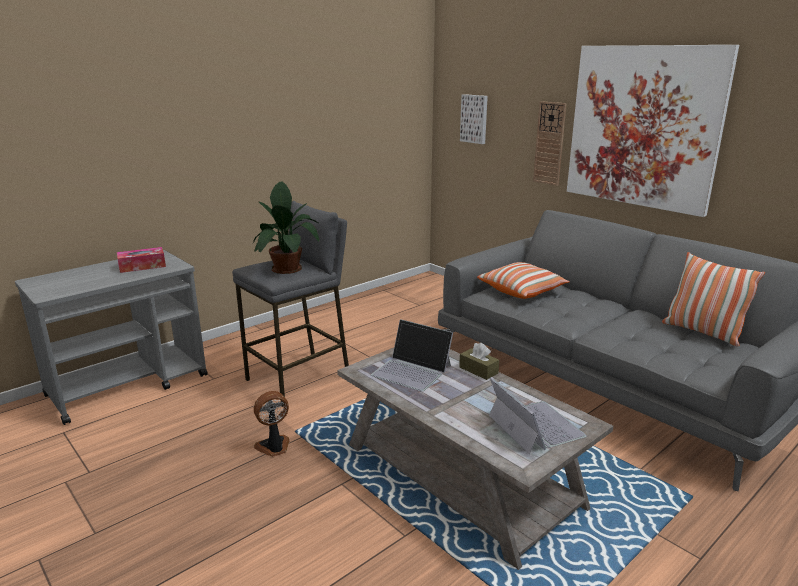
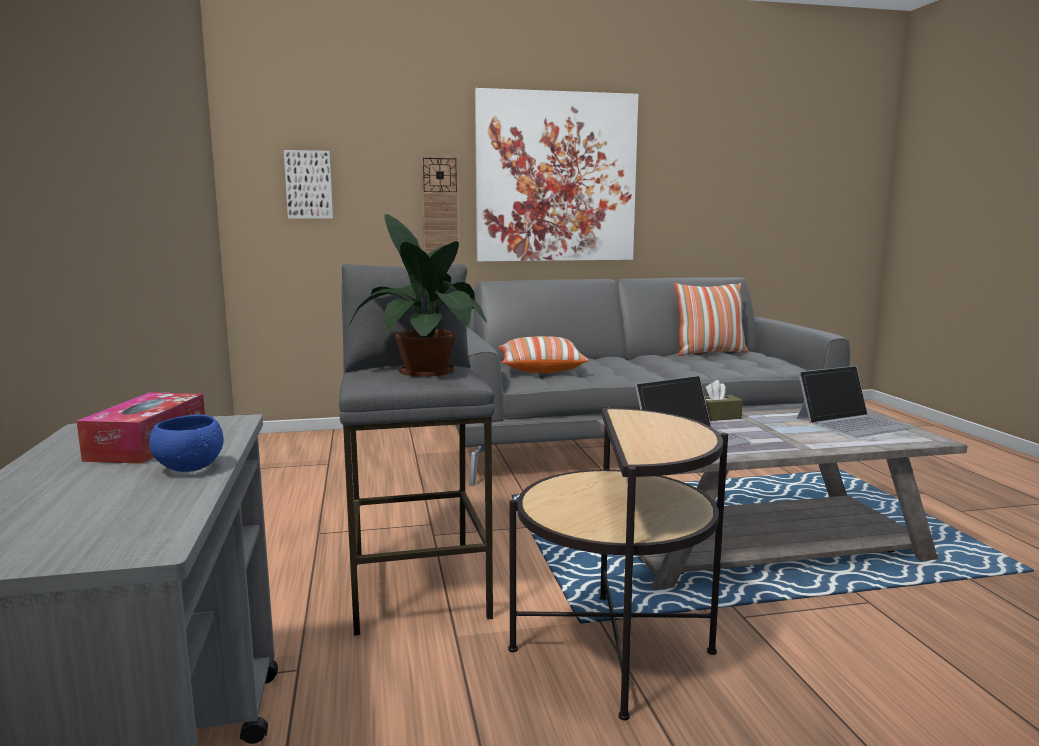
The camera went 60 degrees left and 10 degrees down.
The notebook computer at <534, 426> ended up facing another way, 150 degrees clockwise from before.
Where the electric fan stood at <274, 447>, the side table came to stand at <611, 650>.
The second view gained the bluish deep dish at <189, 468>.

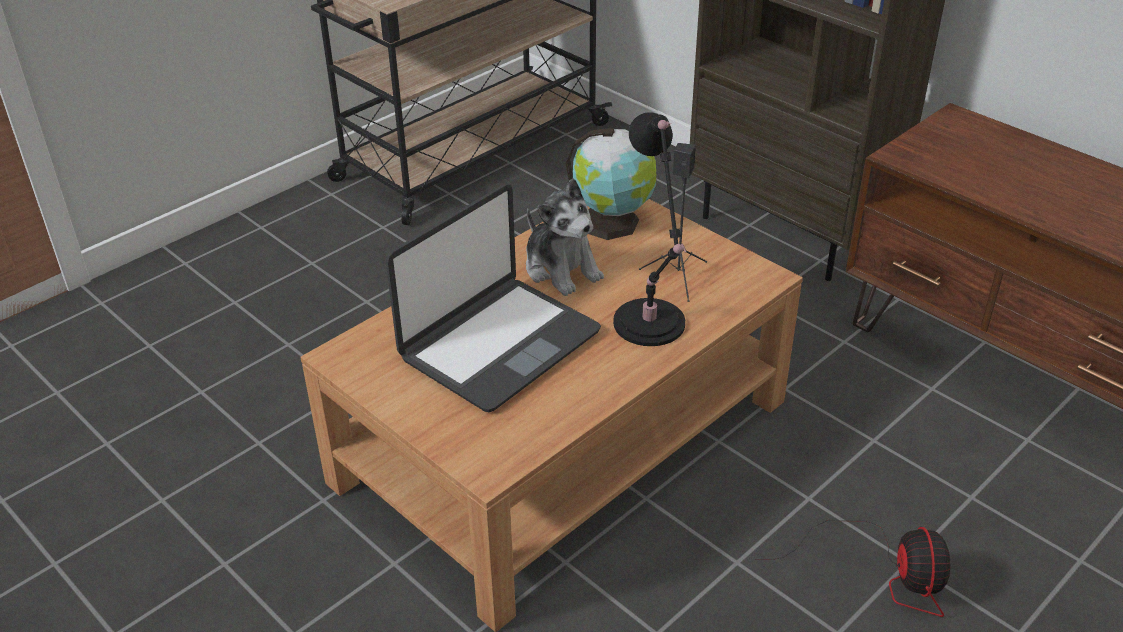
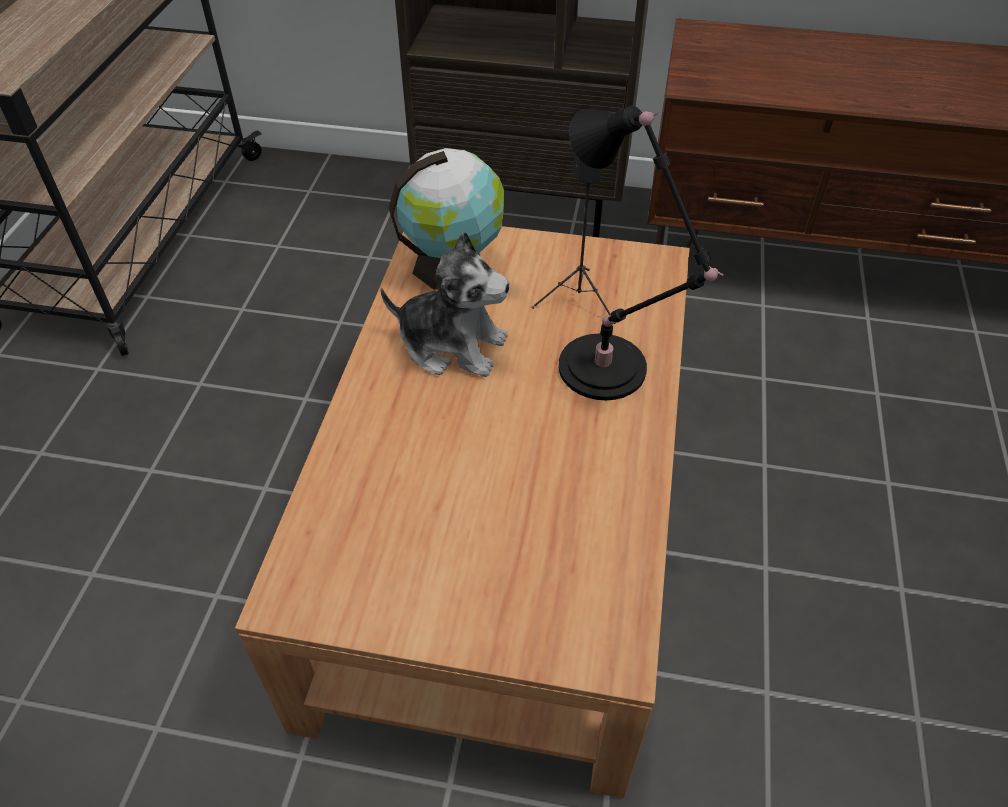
The camera went 35 degrees left and 10 degrees up.
The second view lost the notebook computer at <498, 344>.
The second view lost the electric fan at <884, 573>.

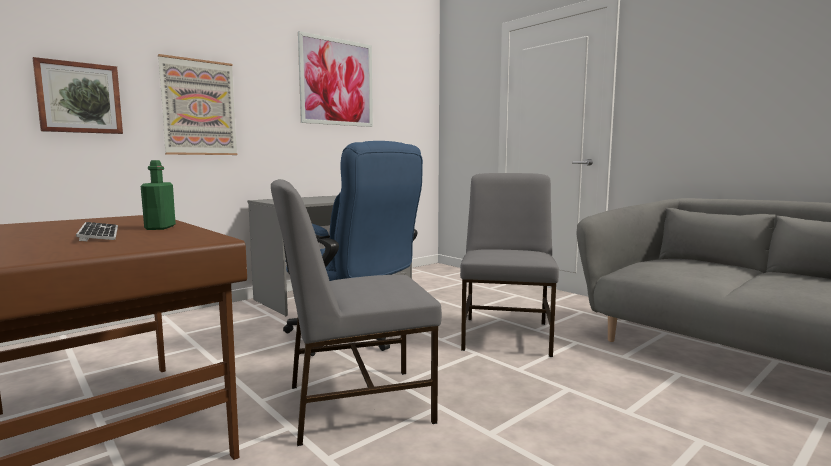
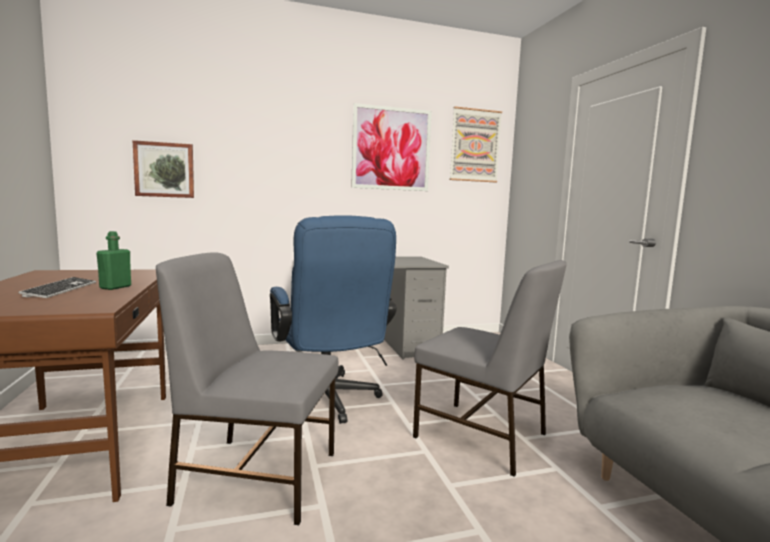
The camera went 25 degrees right and 0 degrees up.
The wall picture ended up elsewhere, having gone from <199, 108> to <475, 145>.
The gray plain chair at <507, 335> ended up facing another way, 90 degrees clockwise from before.

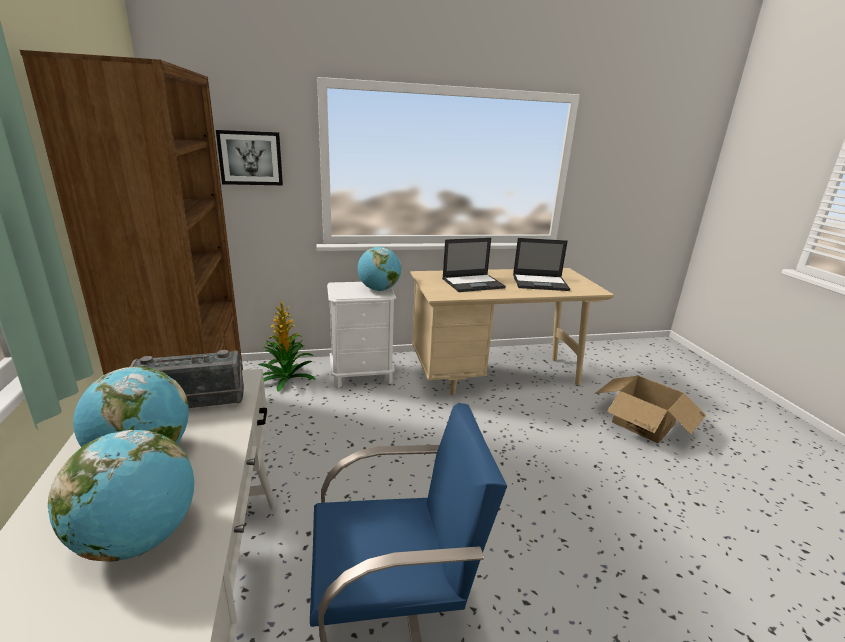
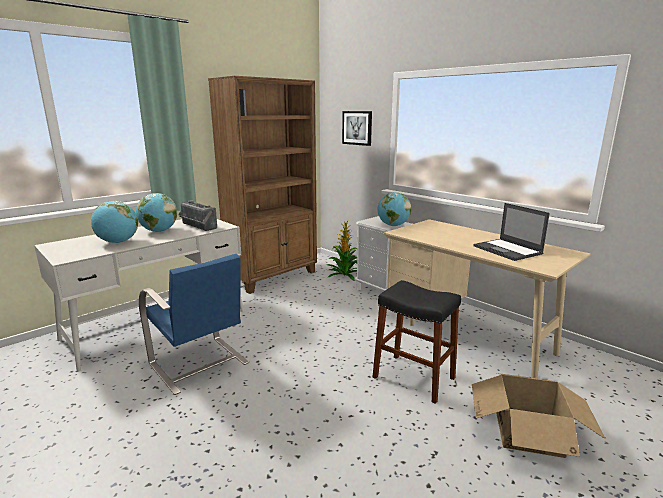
The camera went 60 degrees right and 5 degrees down.
The second view lost the notebook computer at <473, 283>.
The second view gained the blackish stool at <413, 377>.

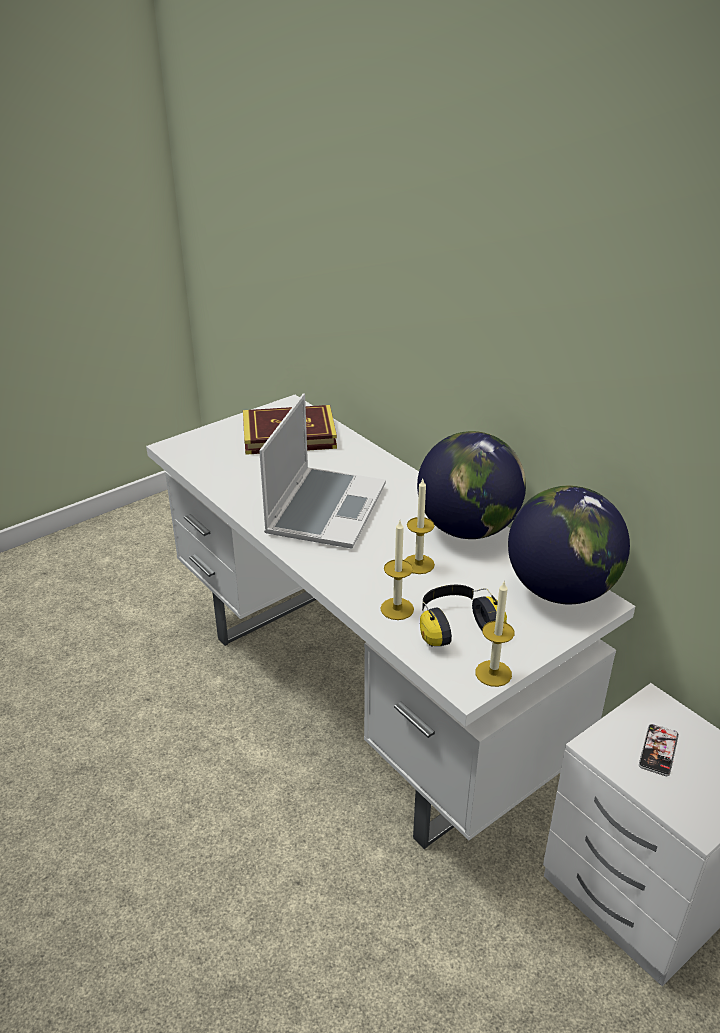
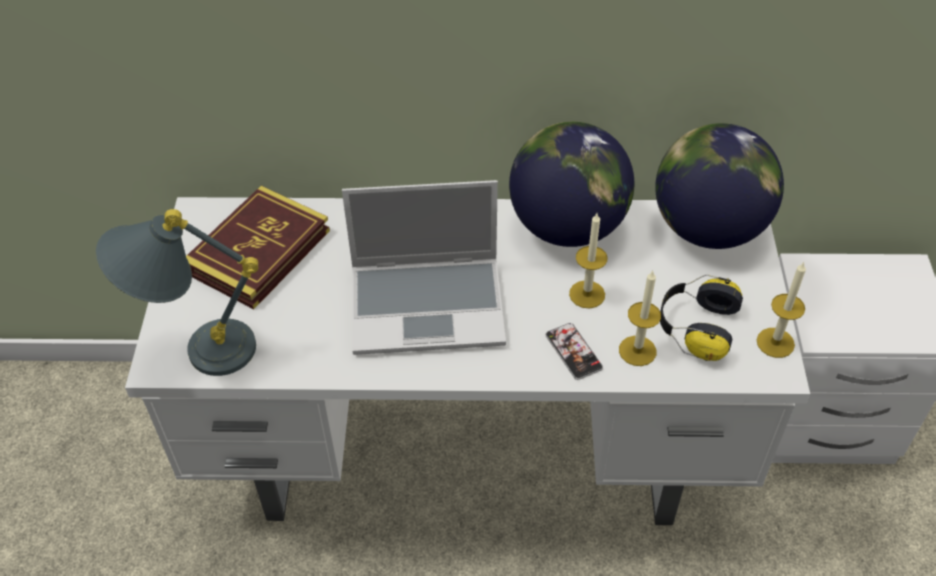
The camera went 50 degrees left and 15 degrees up.
The notebook computer at <325, 508> ended up facing another way, 120 degrees clockwise from before.
The handset ended up elsewhere, having gone from <658, 750> to <573, 352>.
The second view gained the gray table lamp at <196, 351>.

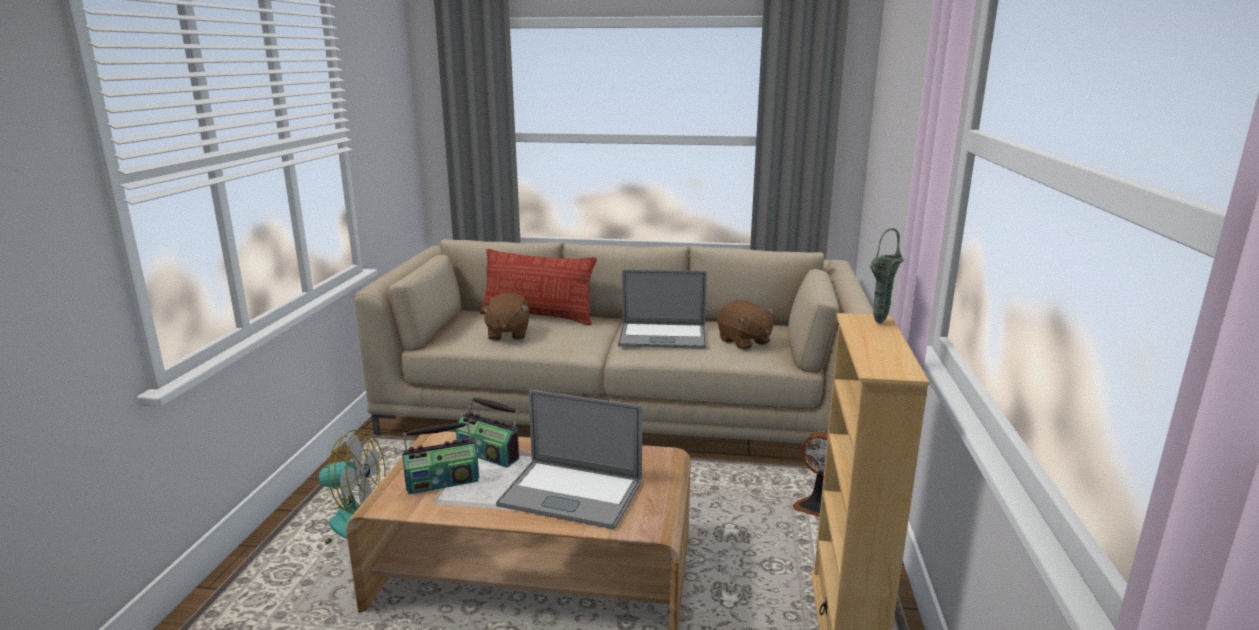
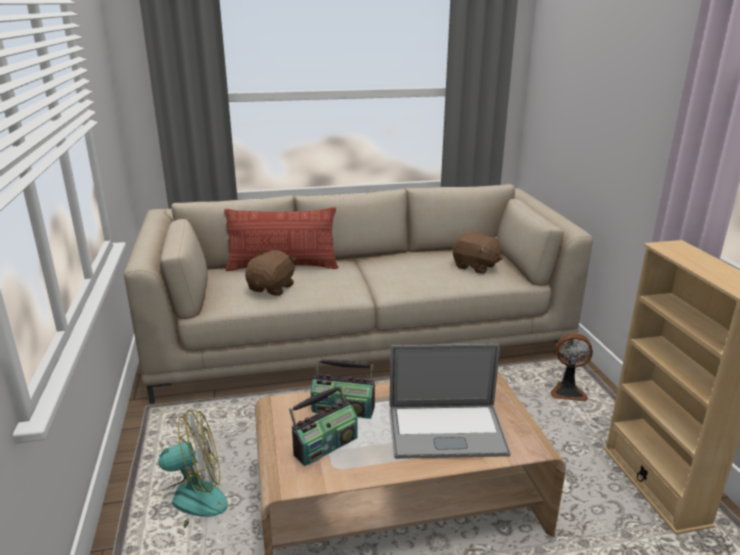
The camera went 20 degrees left and 5 degrees up.
The second view lost the green flower vase at <878, 323>.
The second view lost the notebook computer at <662, 336>.
The brownish soft toy at <507, 334> ended up facing another way, 135 degrees counterclockwise from before.

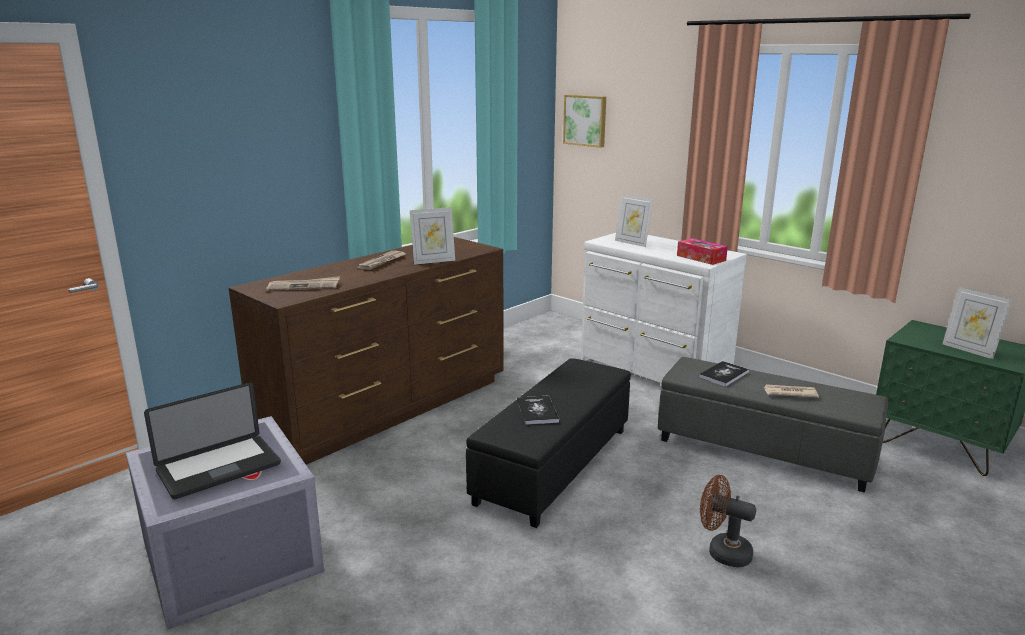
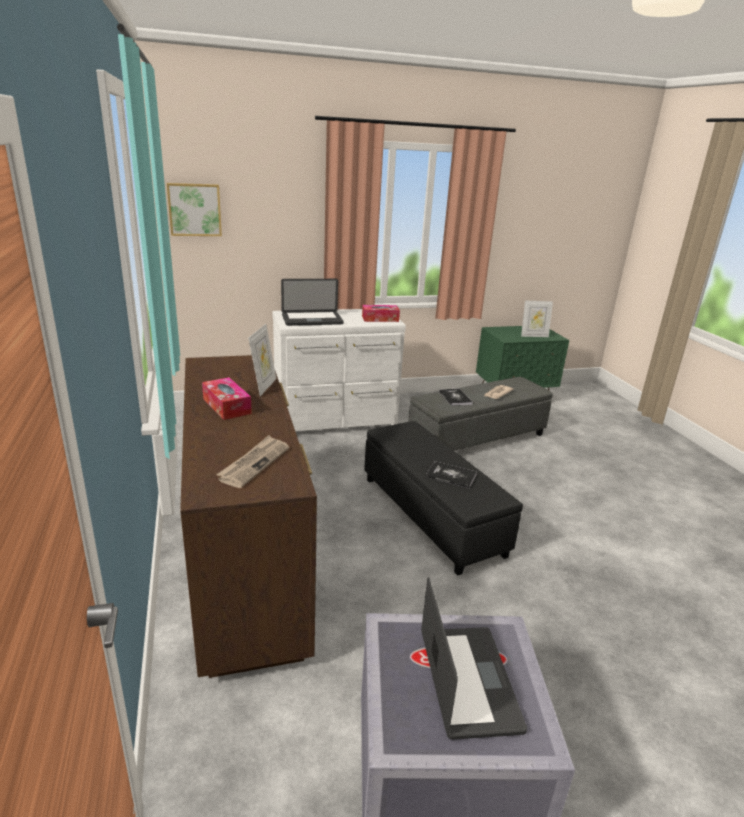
The camera went 60 degrees left and 5 degrees up.
Where the picture frame stood at <632, 243>, the notebook computer came to stand at <312, 320>.
Where the newspaper stood at <382, 262>, the box of tissues came to stand at <227, 406>.
The second view lost the brownish electric fan at <722, 552>.

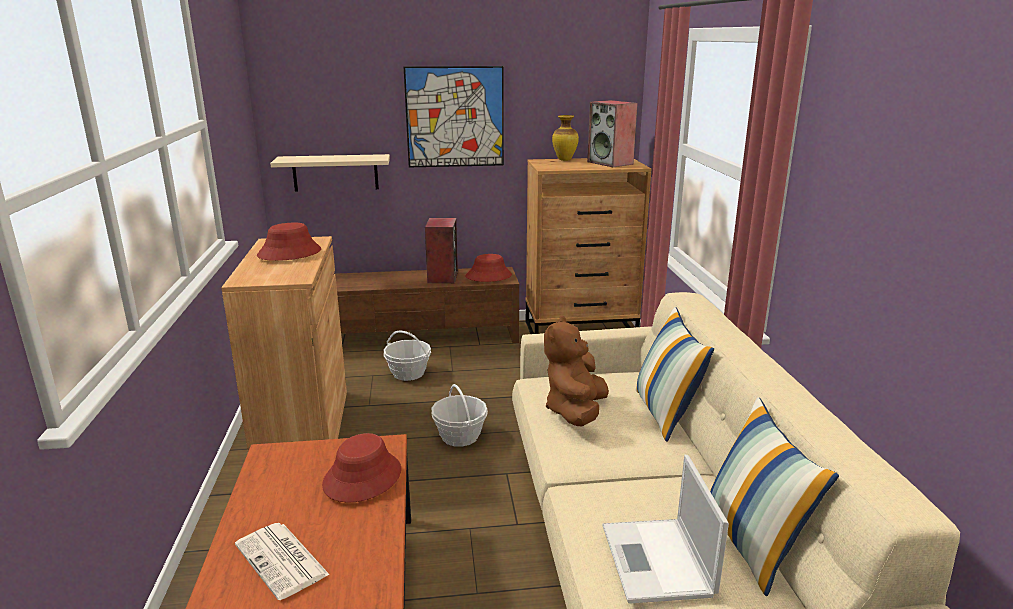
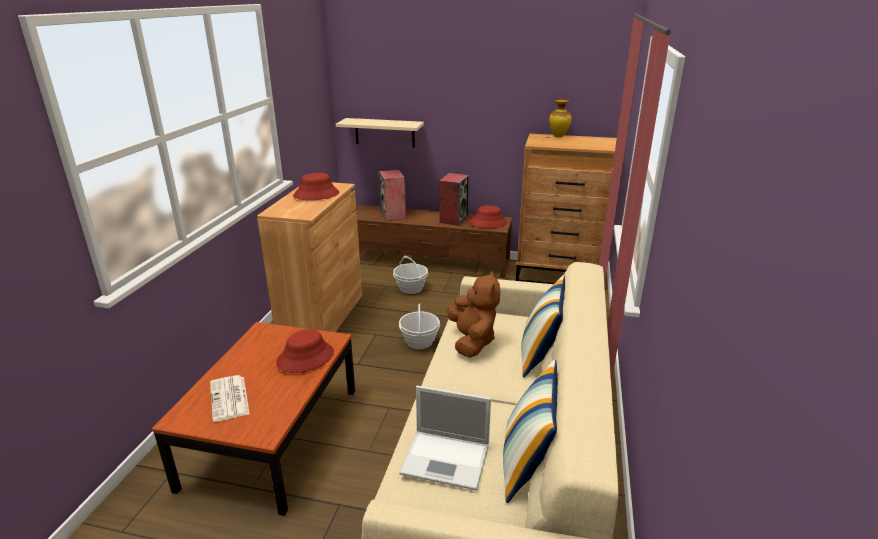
The camera went 20 degrees right and 5 degrees up.
The second view lost the wall picture at <455, 117>.
The audio speaker ended up elsewhere, having gone from <611, 163> to <393, 215>.
The brownish soft toy at <575, 412> ended up facing another way, 135 degrees clockwise from before.
The notebook computer at <658, 562> ended up facing another way, 90 degrees counterclockwise from before.

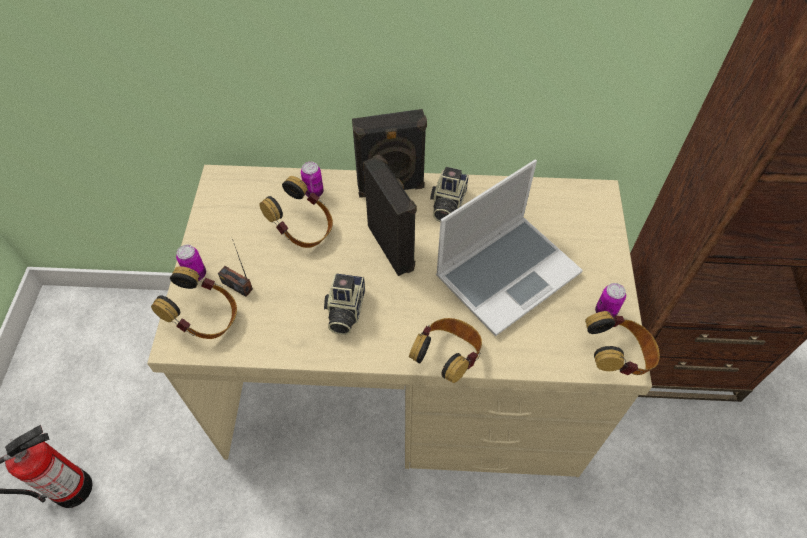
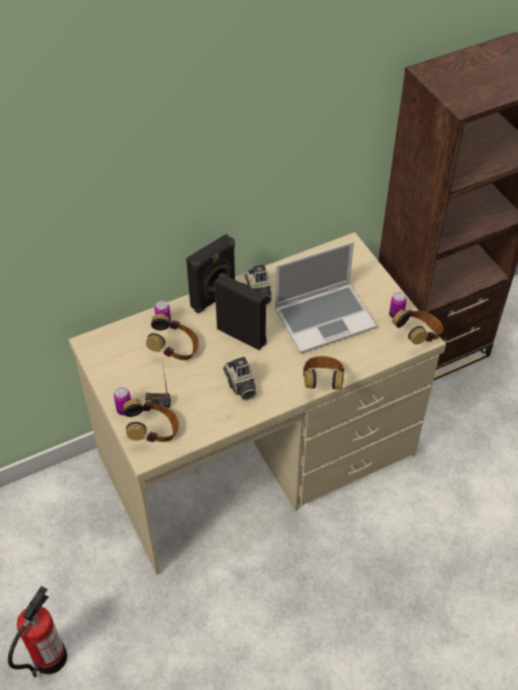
The camera went 30 degrees left and 5 degrees down.
The notebook computer at <507, 273> ended up facing another way, 45 degrees clockwise from before.

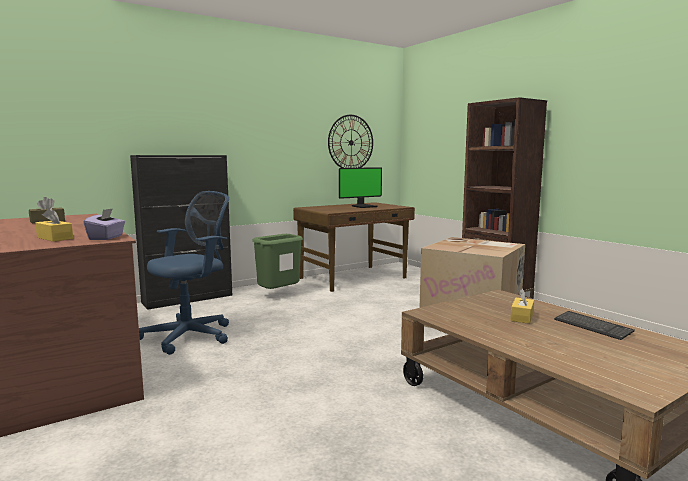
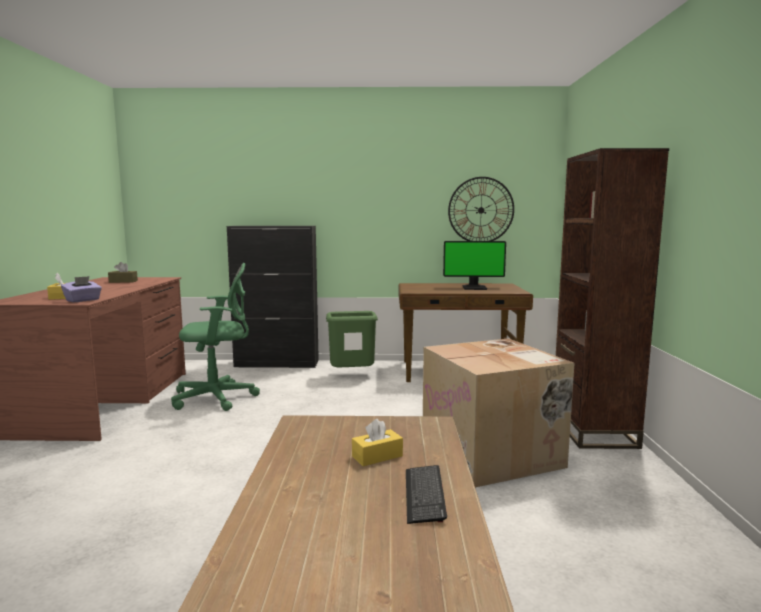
The camera went 35 degrees right and 0 degrees up.
What was the bluish computer chair at <191, 336> turned into the green computer chair at <218, 398>.

